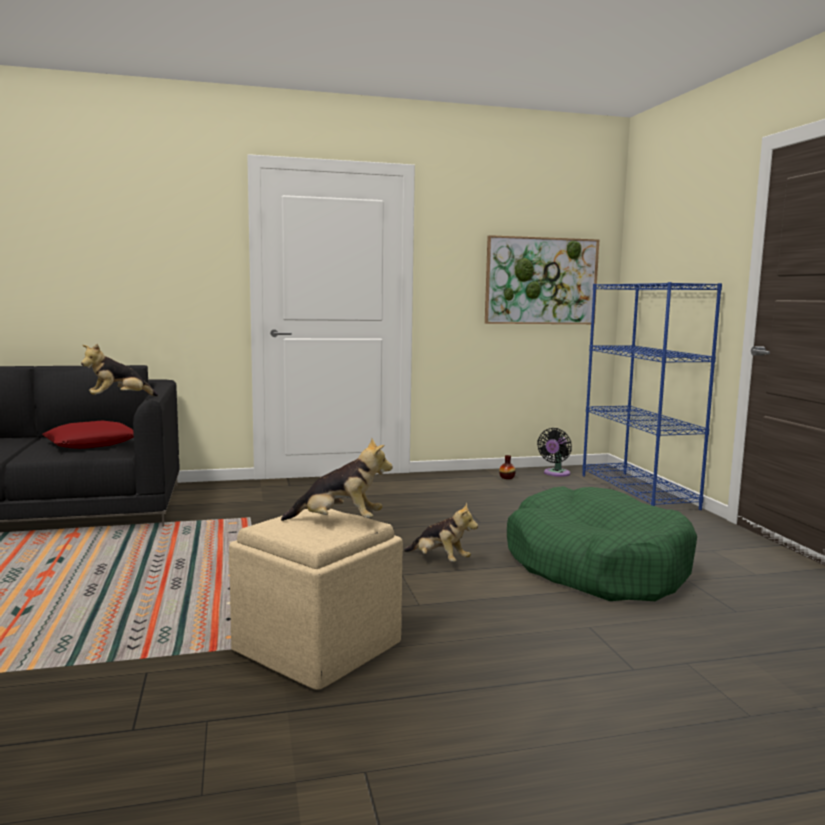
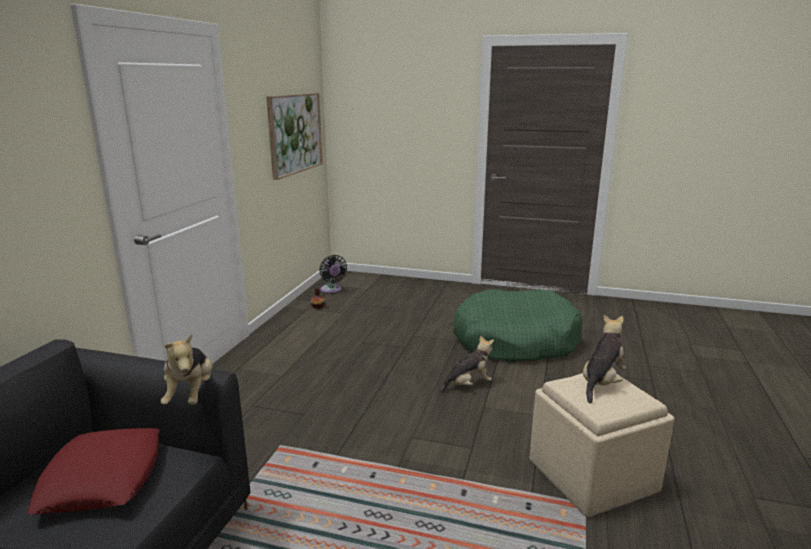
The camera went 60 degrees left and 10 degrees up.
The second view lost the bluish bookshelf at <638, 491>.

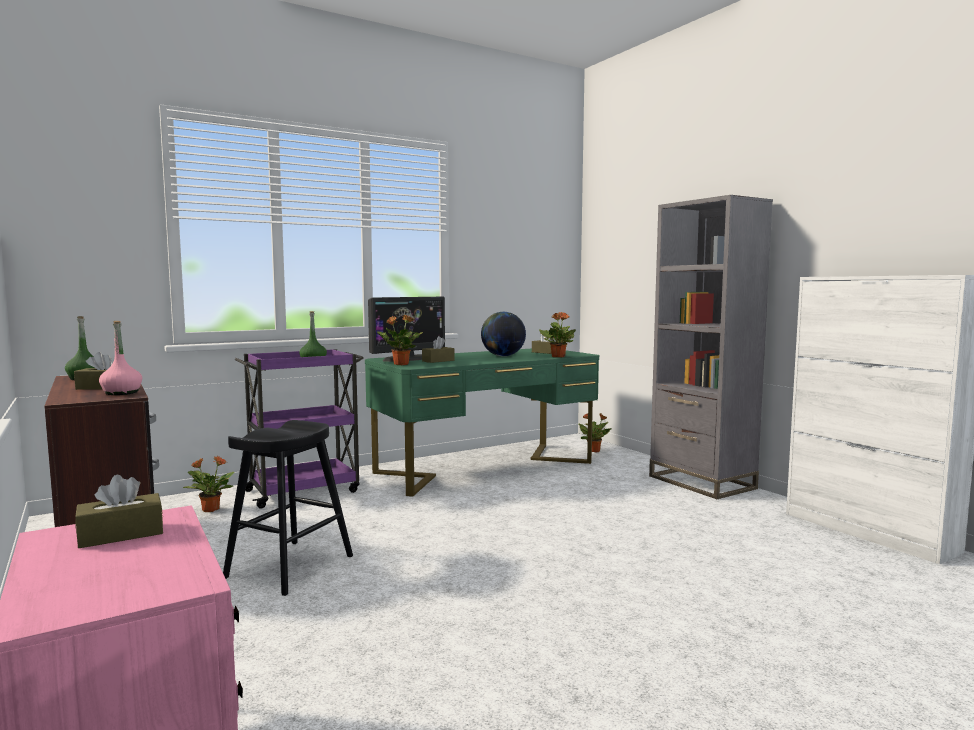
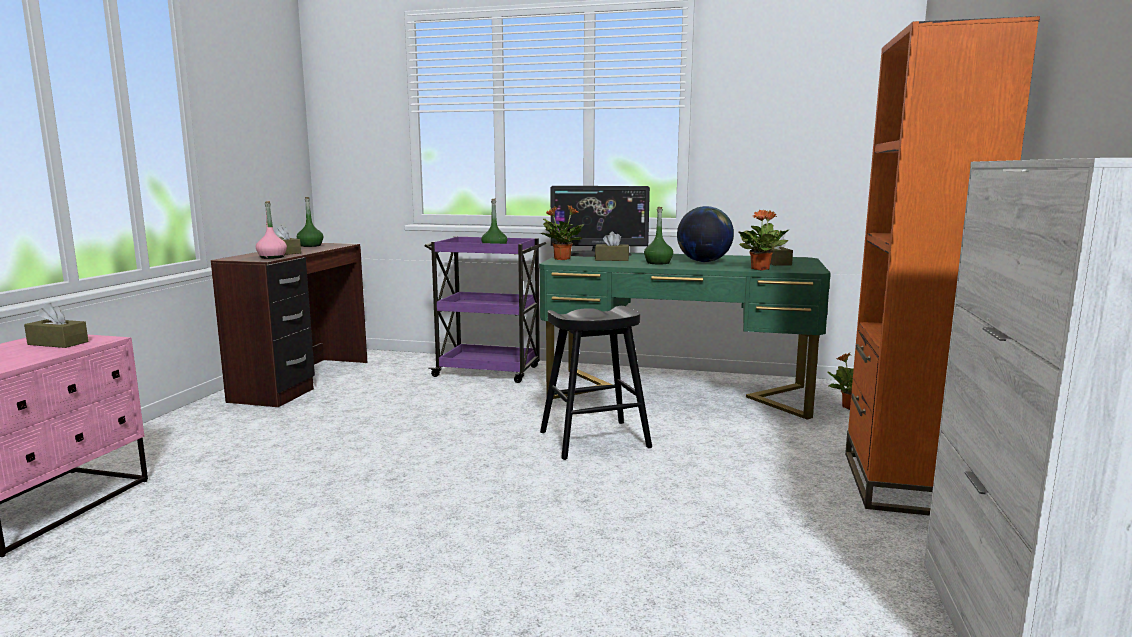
The camera went 45 degrees right and 5 degrees up.
What was the gray bookshelf at <701, 482> turned into the orangey bookshelf at <902, 483>.
The blackish stool ended up elsewhere, having gone from <290, 566> to <595, 439>.
The second view lost the plant in a pot at <210, 509>.
The second view gained the green drink bottle at <658, 263>.

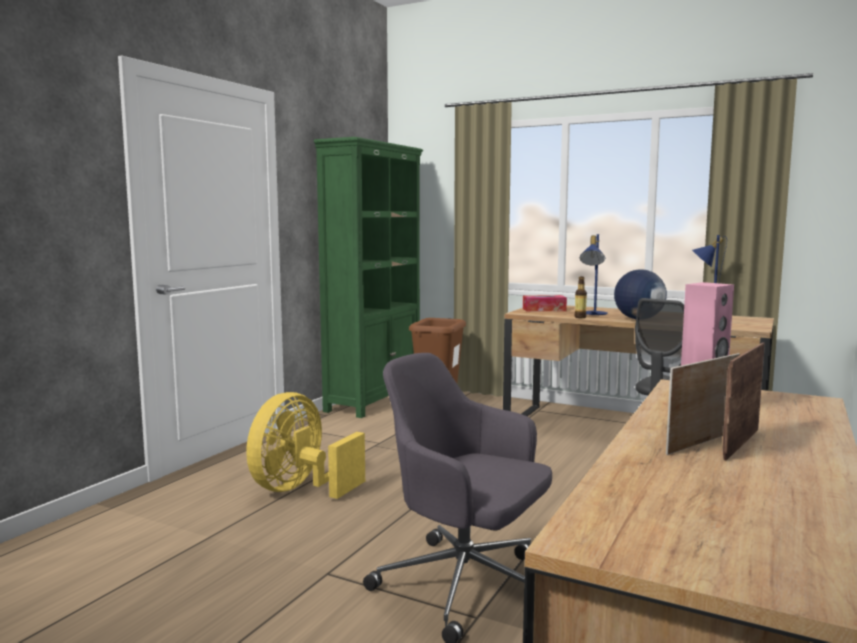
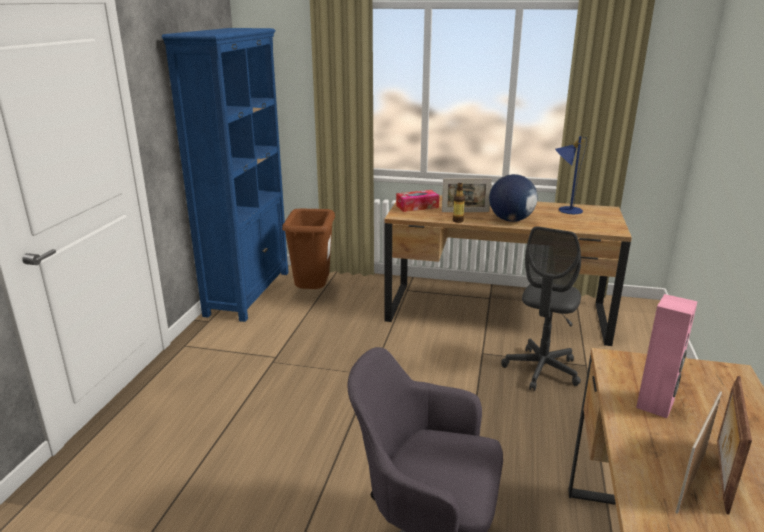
The camera went 15 degrees left and 15 degrees up.
What was the green bookshelf at <374, 400> turned into the bluish bookshelf at <249, 292>.
Where the bluish table lamp stood at <593, 313>, the picture frame came to stand at <465, 212>.
The second view lost the yellow electric fan at <300, 489>.

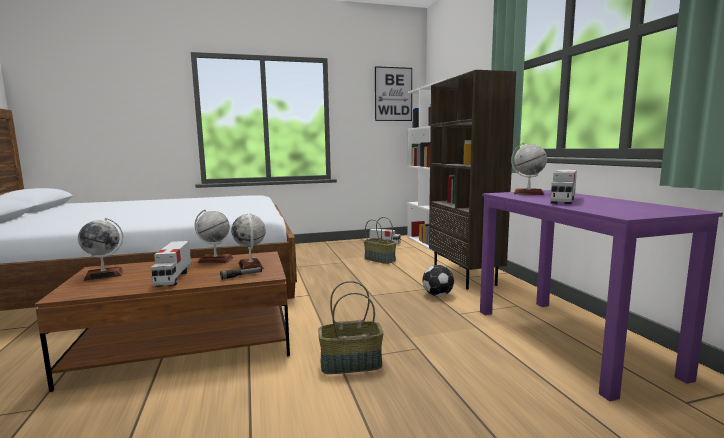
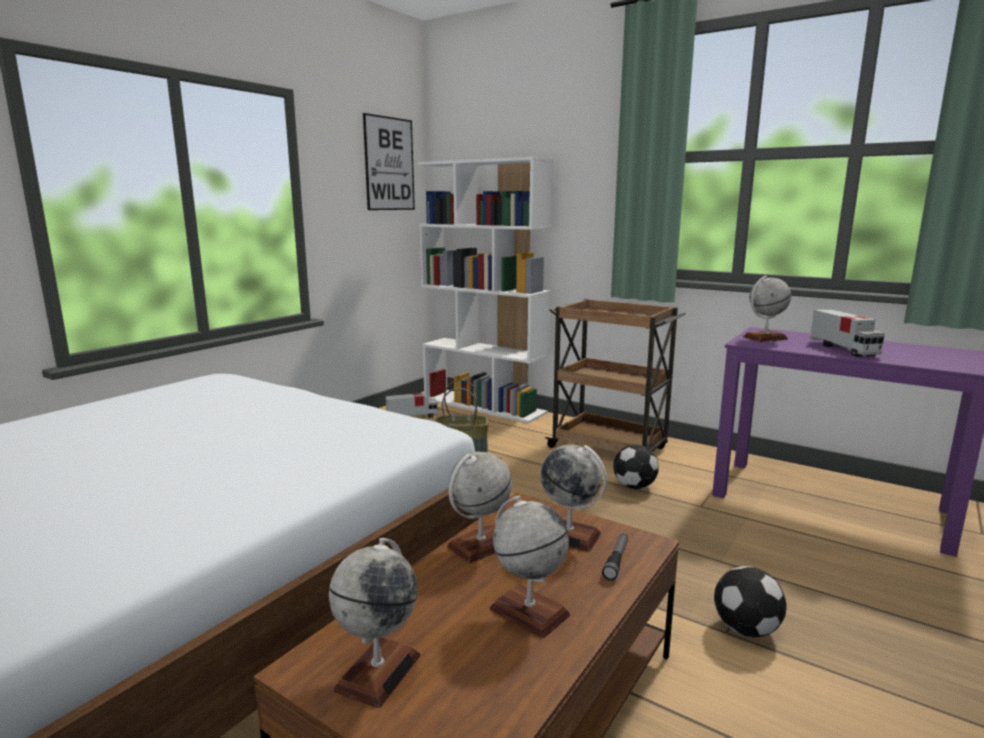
The camera went 40 degrees left and 5 degrees up.
Where the brownish bookshelf stood at <465, 276>, the brownish wheeled cart came to stand at <609, 448>.
Where the toy truck stood at <173, 277>, the desk globe came to stand at <529, 611>.
Where the basket stood at <350, 364>, the ball for football came to stand at <746, 630>.

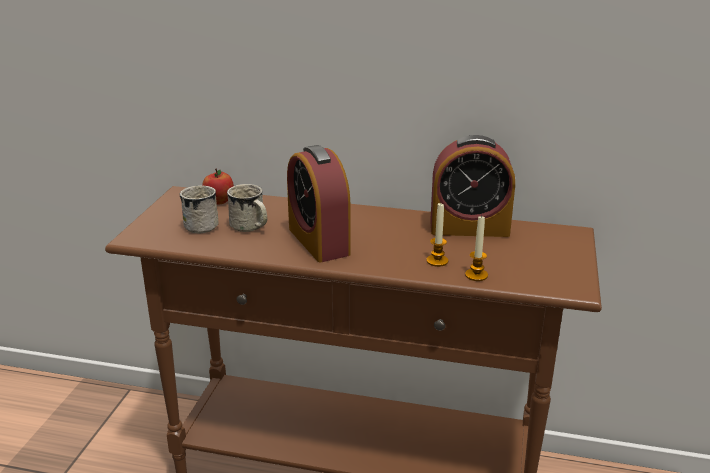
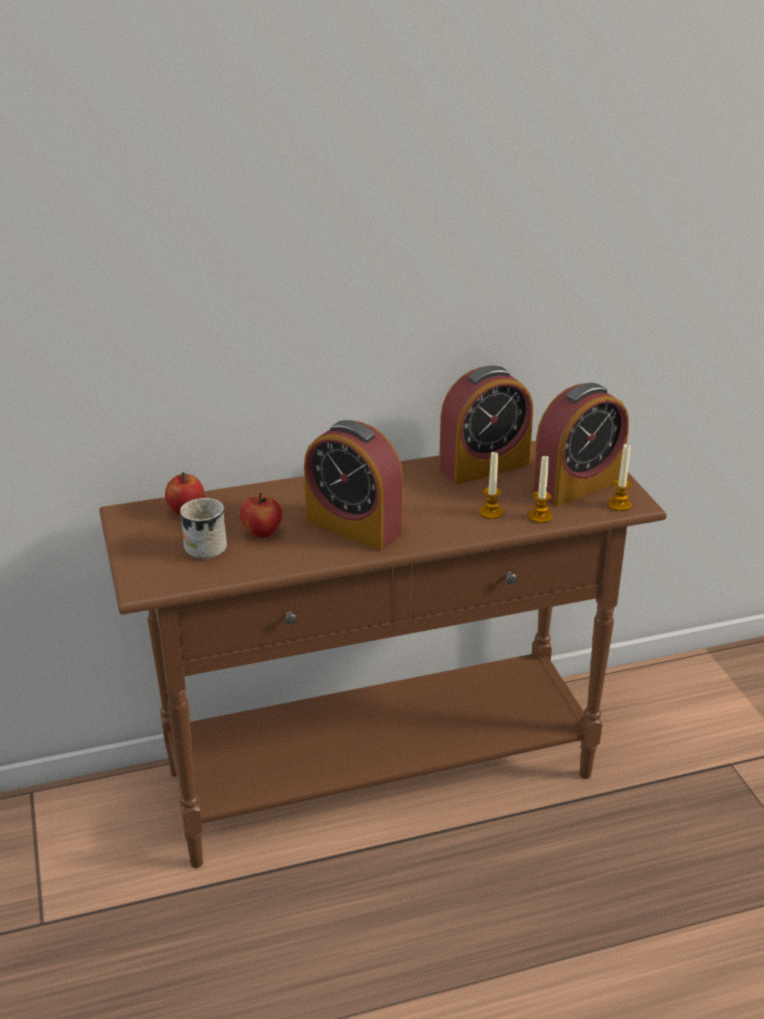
The camera went 30 degrees left and 5 degrees up.
Where the white mug stood at <250, 227>, the apple came to stand at <262, 533>.
The second view gained the alarm clock at <577, 485>.
The second view gained the wax candle at <619, 505>.

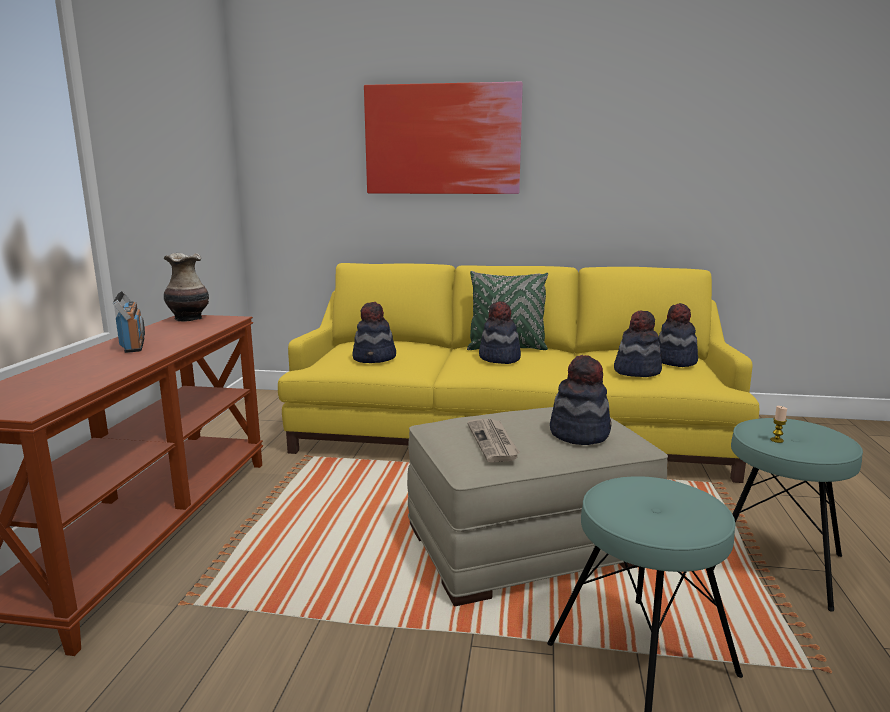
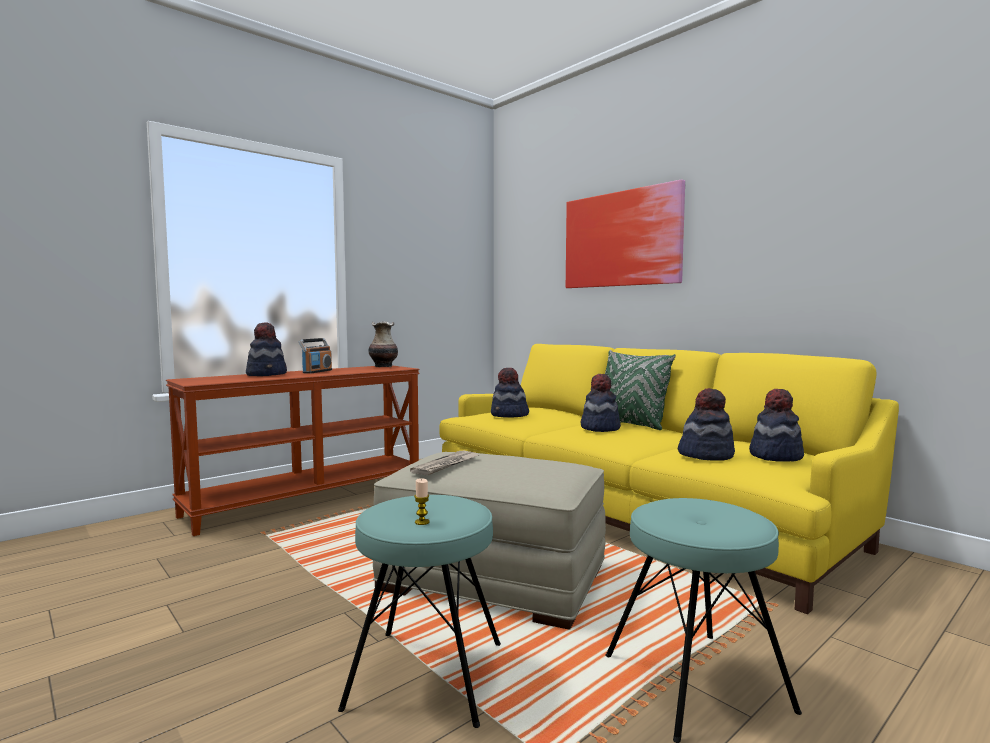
The camera went 40 degrees right and 10 degrees down.
The wearable hat ended up elsewhere, having gone from <579, 433> to <267, 374>.
The wax candle ended up elsewhere, having gone from <776, 440> to <422, 522>.

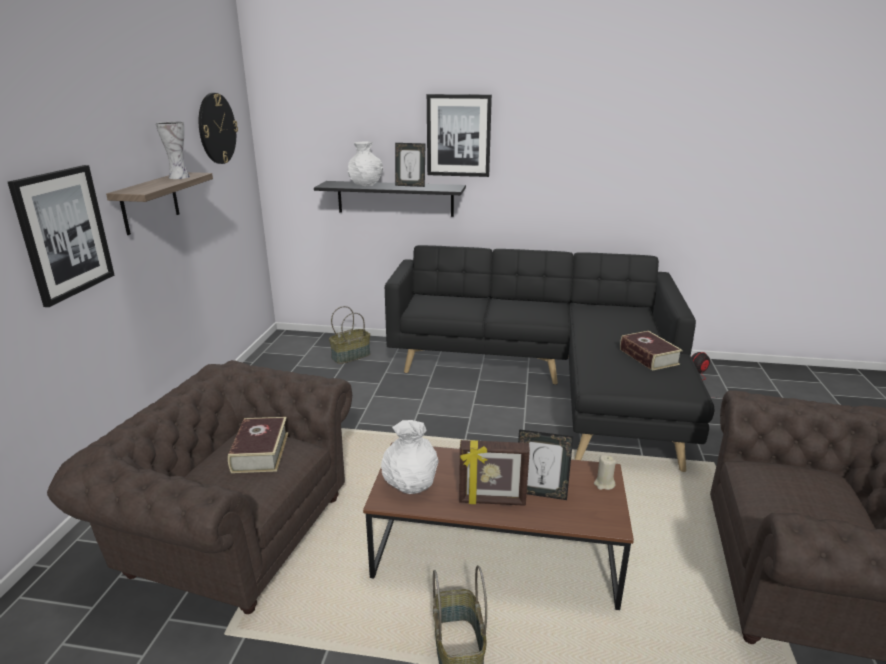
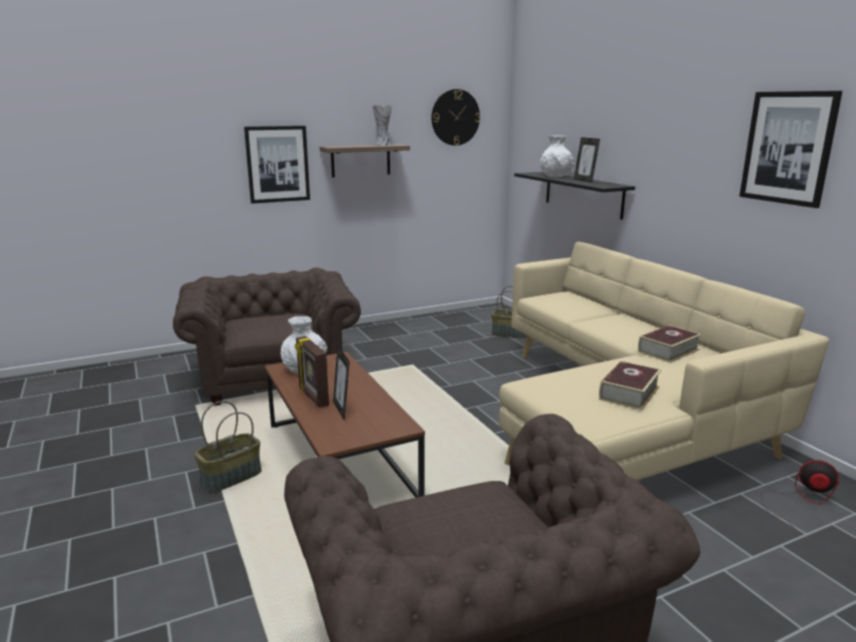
The camera went 55 degrees right and 5 degrees down.
The wall picture ended up elsewhere, having gone from <458, 135> to <788, 148>.
What was the blackish couch at <554, 384> turned into the beige-coloured couch at <622, 419>.
The volume ended up elsewhere, having gone from <260, 452> to <668, 350>.
The second view lost the beige-coloured wax candle at <604, 484>.

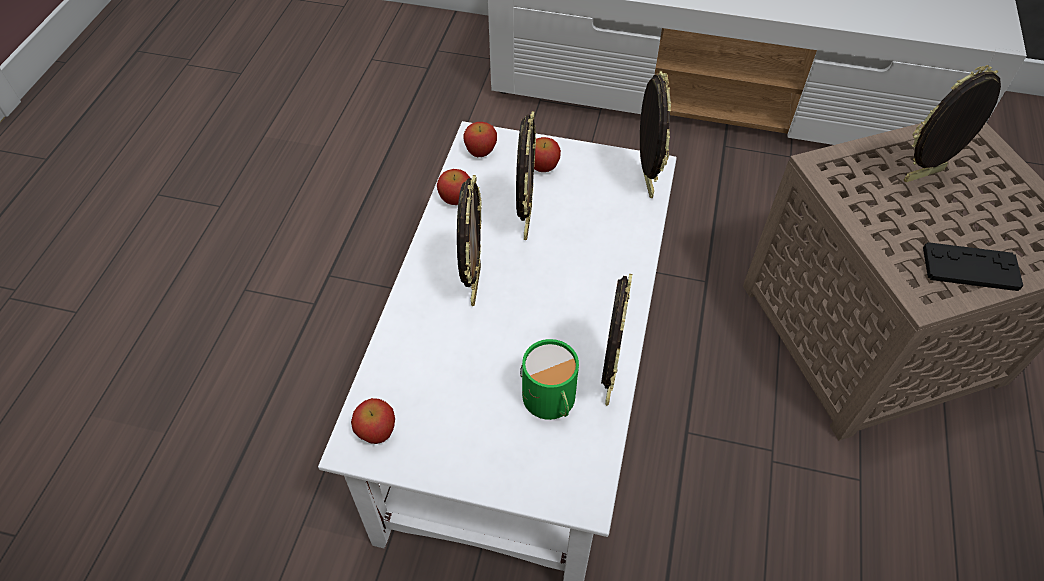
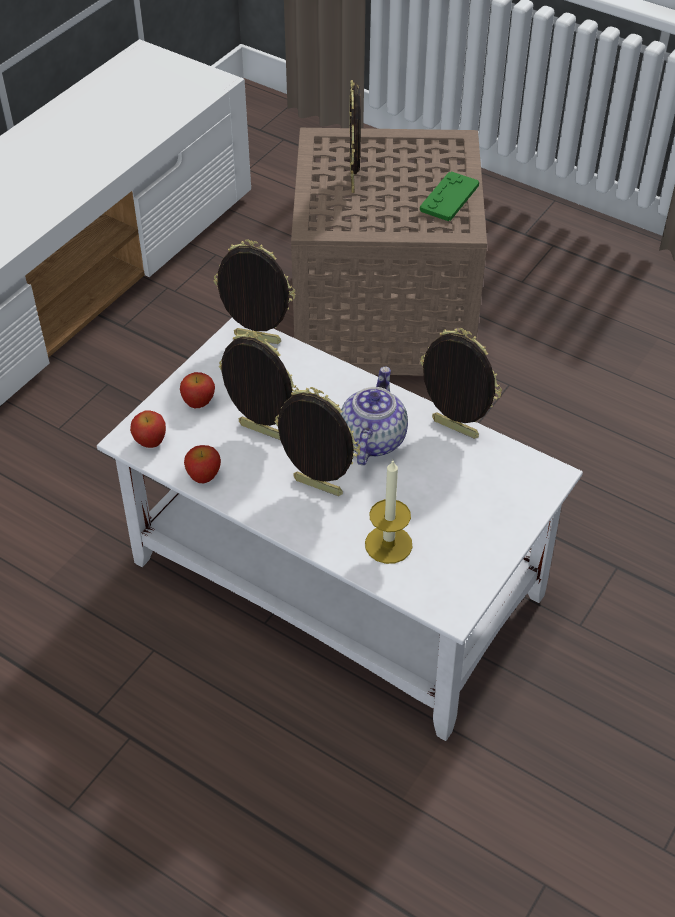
The camera went 70 degrees left and 5 degrees down.
What was the blackish game controller at <970, 268> turned into the green game controller at <449, 197>.
The second view lost the green mug at <550, 401>.
The second view lost the apple at <376, 431>.
The second view gained the tea pot at <371, 439>.
The second view gained the wax candle at <388, 544>.

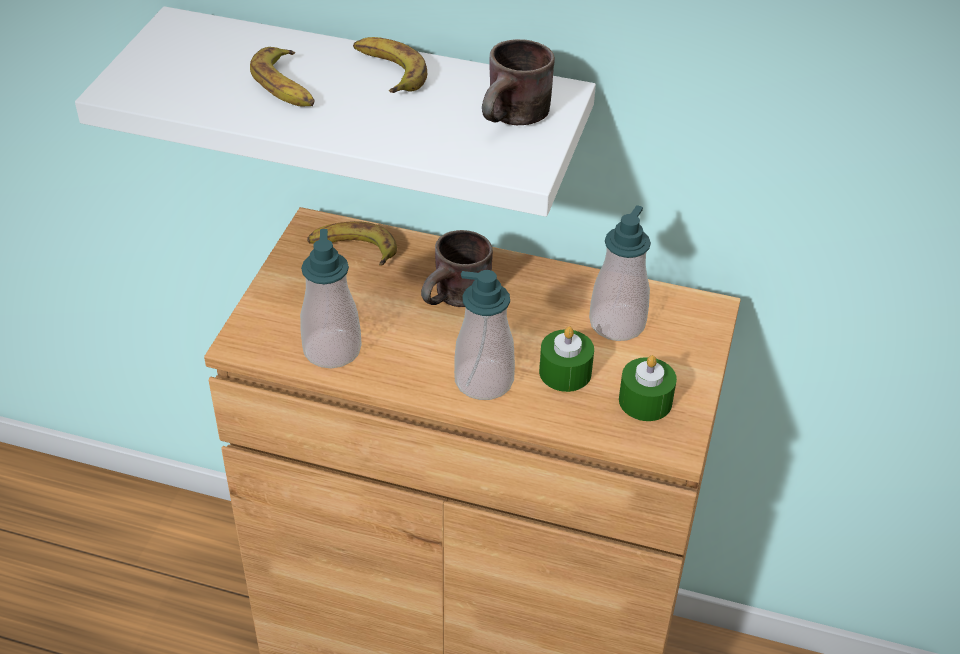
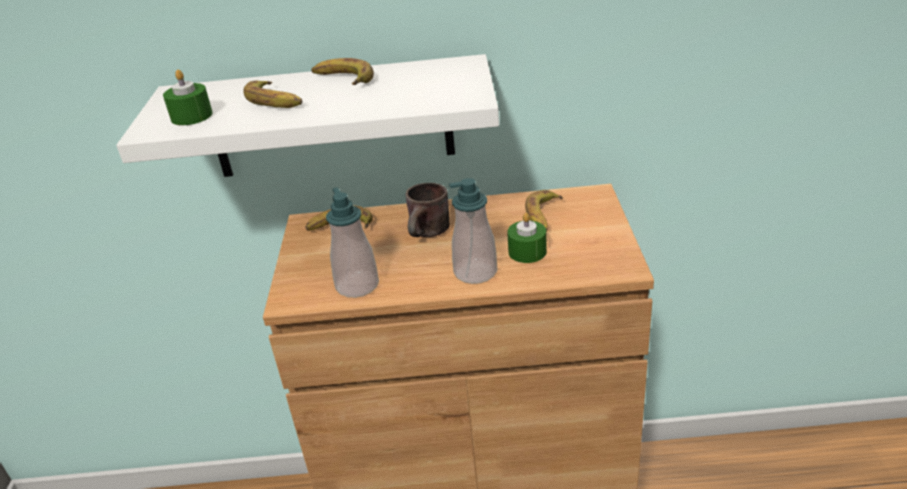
The camera went 15 degrees left and 10 degrees down.
The second view lost the brownish mug at <517, 120>.
Where the liquid soap bottle stood at <617, 323>, the whole banana came to stand at <543, 217>.
The green wax candle ended up elsewhere, having gone from <645, 401> to <191, 116>.

